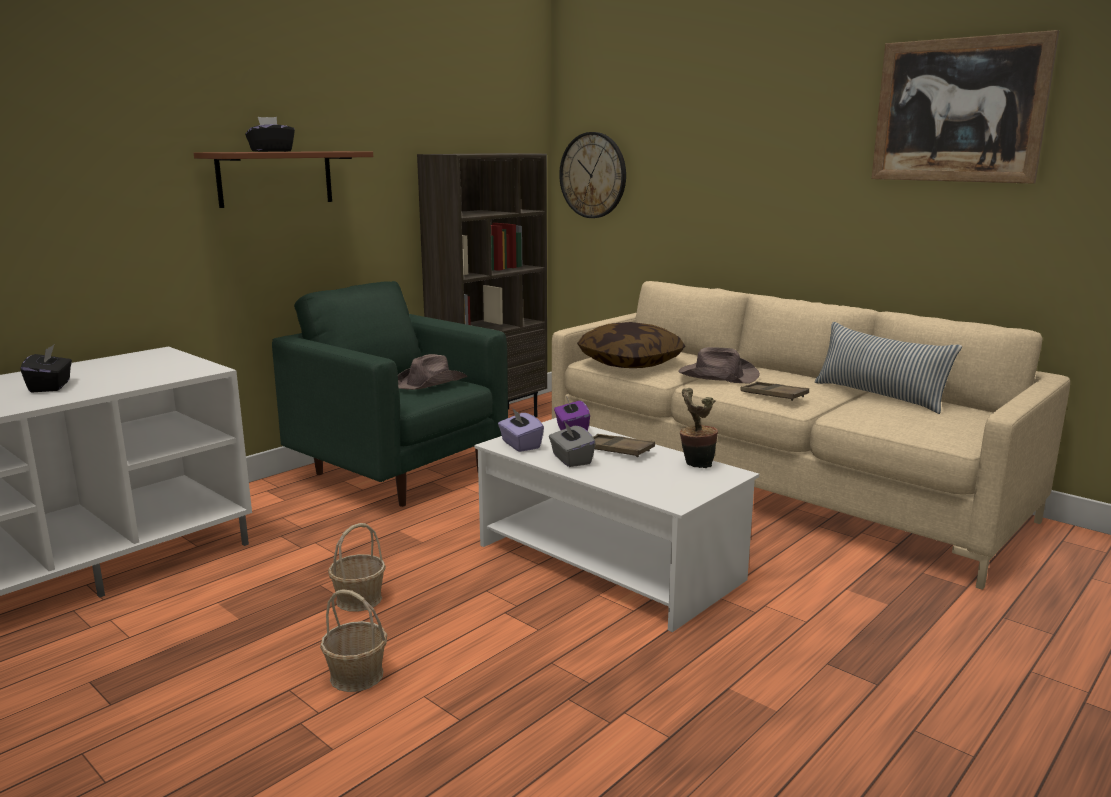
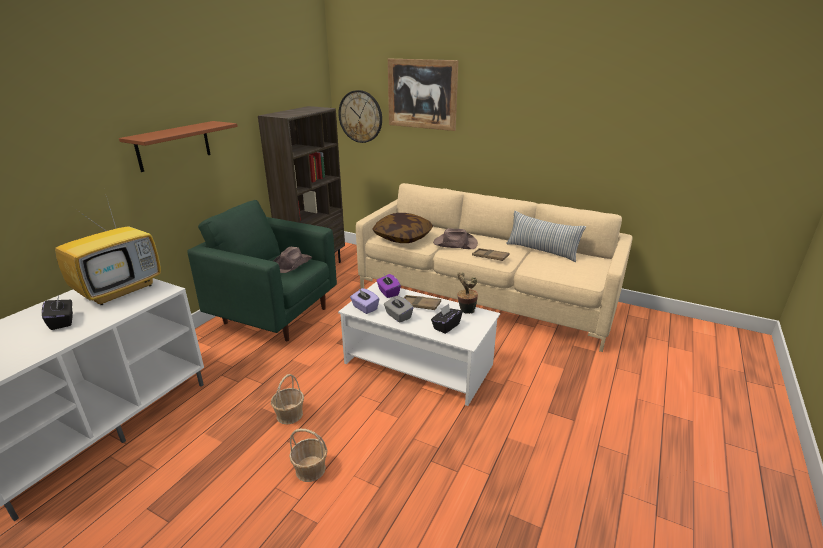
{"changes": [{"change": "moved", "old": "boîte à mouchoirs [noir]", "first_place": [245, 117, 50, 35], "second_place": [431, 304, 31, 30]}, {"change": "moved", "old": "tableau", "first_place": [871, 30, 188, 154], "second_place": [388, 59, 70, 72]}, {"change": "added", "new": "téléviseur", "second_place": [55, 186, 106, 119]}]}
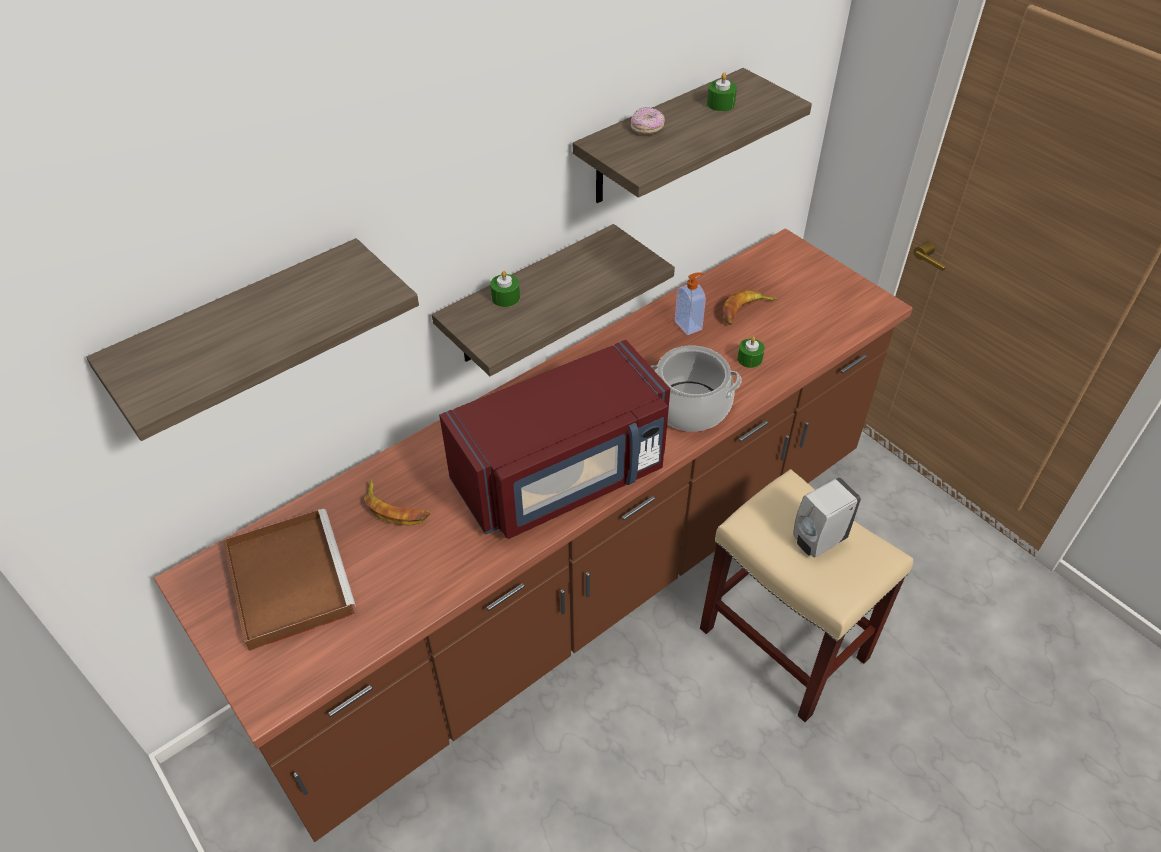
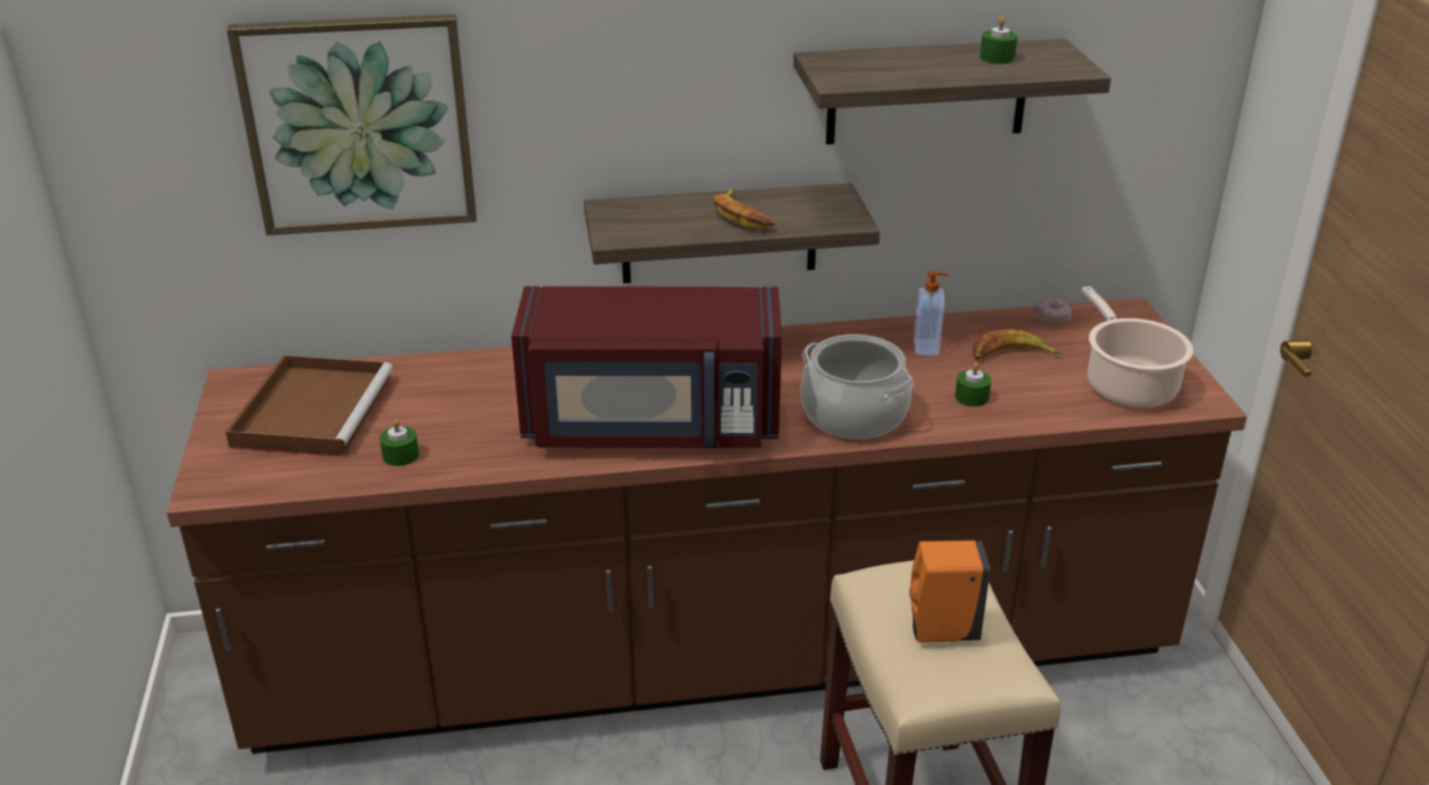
{"changes": [{"change": "replaced", "old": "étagère", "new": "tableau", "first_place": [86, 238, 333, 203], "second_place": [227, 14, 250, 222]}, {"change": "moved", "old": "banane", "first_place": [364, 479, 66, 47], "second_place": [714, 188, 60, 42]}, {"change": "moved", "old": "bougie [vert]", "first_place": [490, 270, 30, 37], "second_place": [379, 419, 40, 47]}, {"change": "moved", "old": "beignet", "first_place": [631, 107, 34, 27], "second_place": [1034, 297, 38, 27]}, {"change": "recoloured", "old": "distributeur de savon [blanc]", "new": "distributeur de savon [orange]", "first_place": [793, 478, 68, 80], "second_place": [909, 540, 81, 102]}, {"change": "added", "new": "marmite", "second_place": [1081, 286, 112, 122]}]}
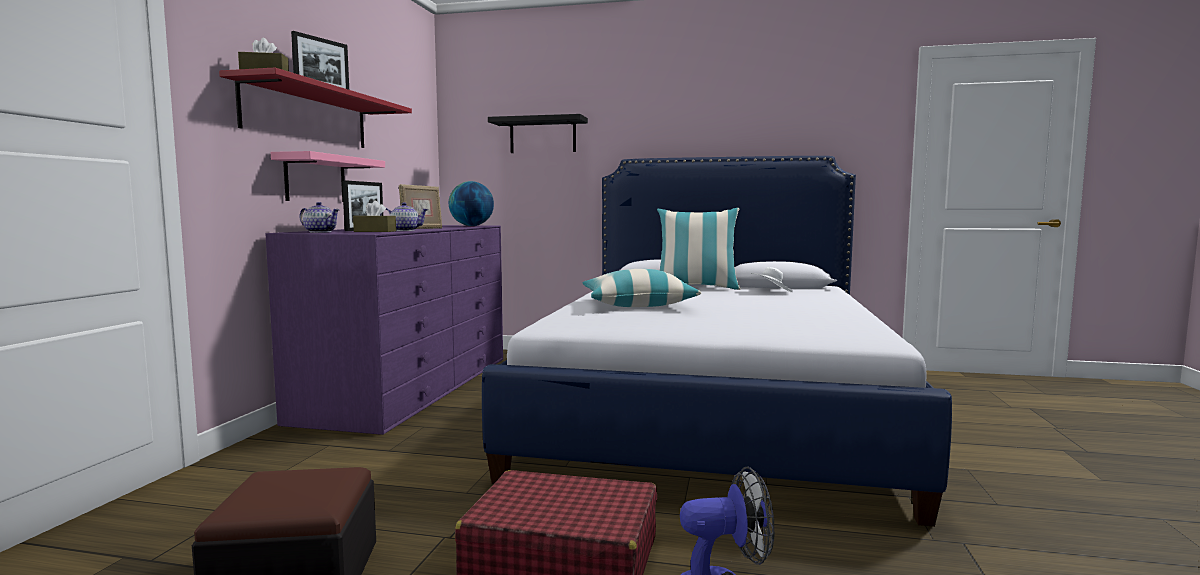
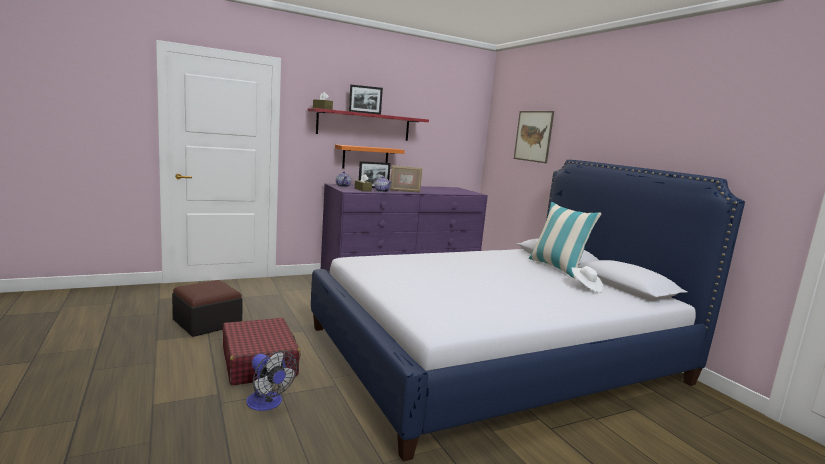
{"changes": [{"change": "recoloured", "old": "étagère [rose]", "new": "étagère [orange]", "first_place": [271, 151, 114, 51], "second_place": [335, 145, 70, 24]}, {"change": "removed", "old": "globe", "first_place": [449, 181, 45, 45]}, {"change": "replaced", "old": "étagère [noir]", "new": "tableau", "first_place": [488, 114, 100, 39], "second_place": [514, 111, 40, 52]}, {"change": "removed", "old": "coussin", "first_place": [582, 269, 119, 38]}]}
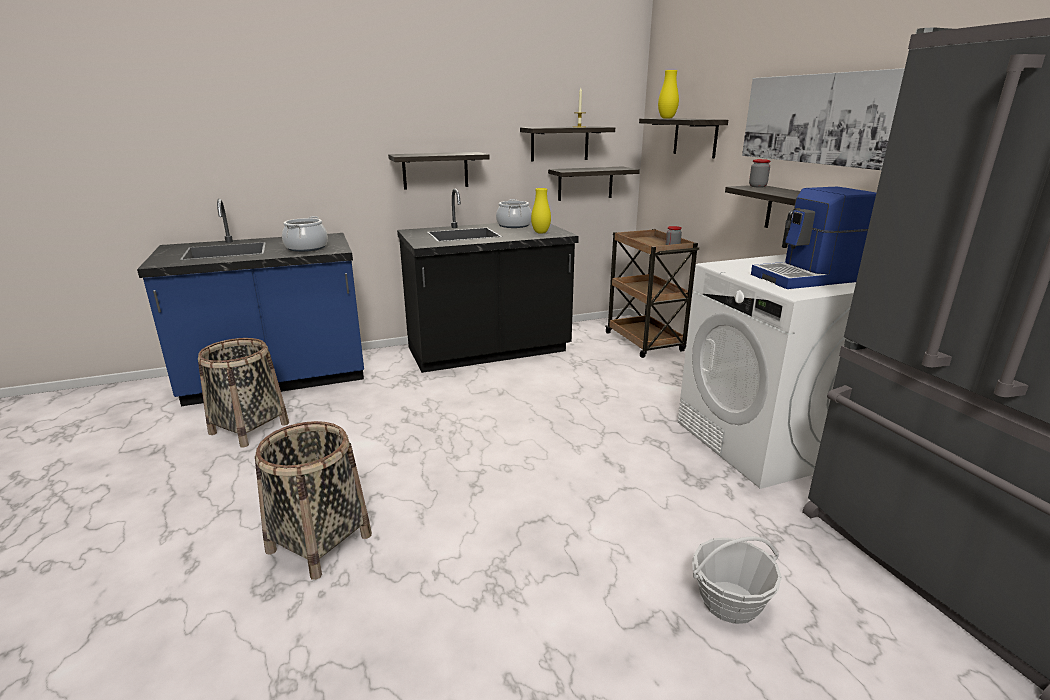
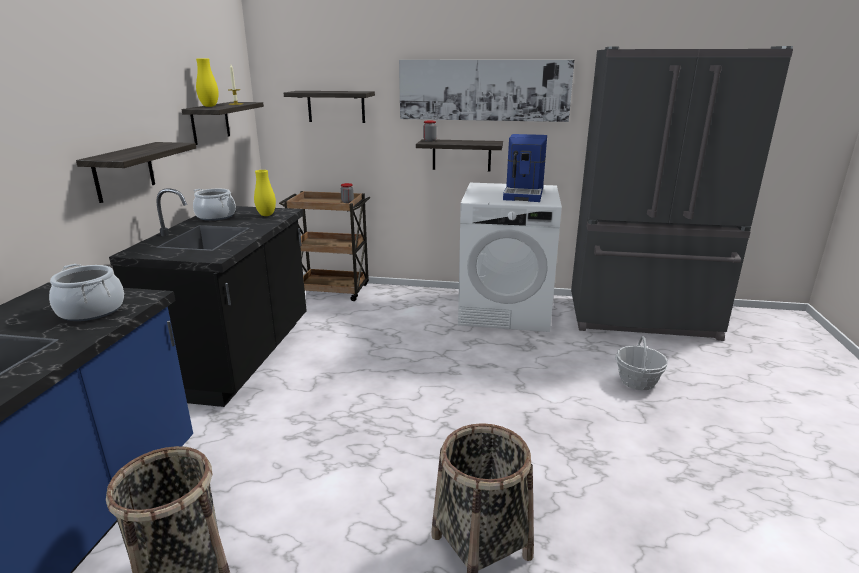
{"changes": [{"change": "removed", "old": "étagère", "first_place": [548, 166, 92, 35]}, {"change": "moved", "old": "vase [jaune]", "first_place": [658, 70, 21, 48], "second_place": [196, 59, 23, 48]}]}
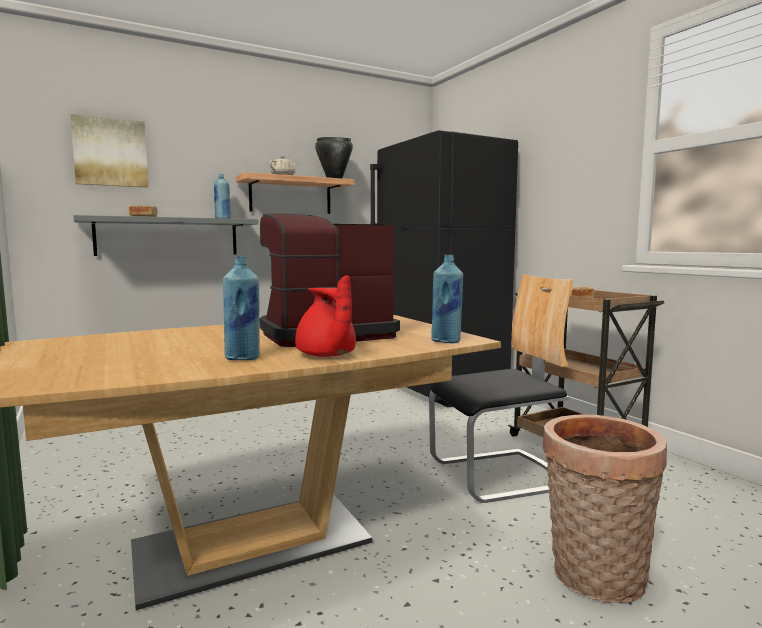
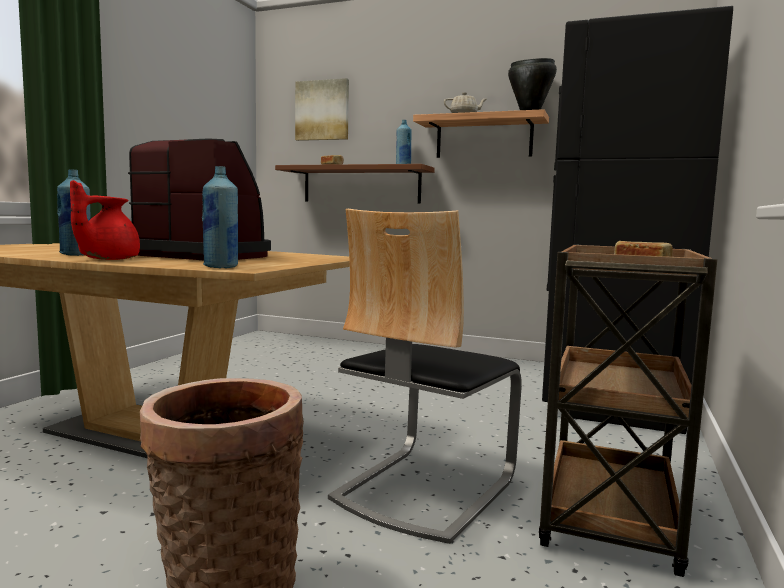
{"changes": [{"change": "recoloured", "old": "étagère [gris]", "new": "étagère [marron]", "first_place": [73, 215, 186, 41], "second_place": [275, 164, 160, 39]}, {"change": "turned", "old": "chaise", "first_place": [429, 274, 144, 229], "second_place": [328, 209, 194, 335], "degrees": 90}]}
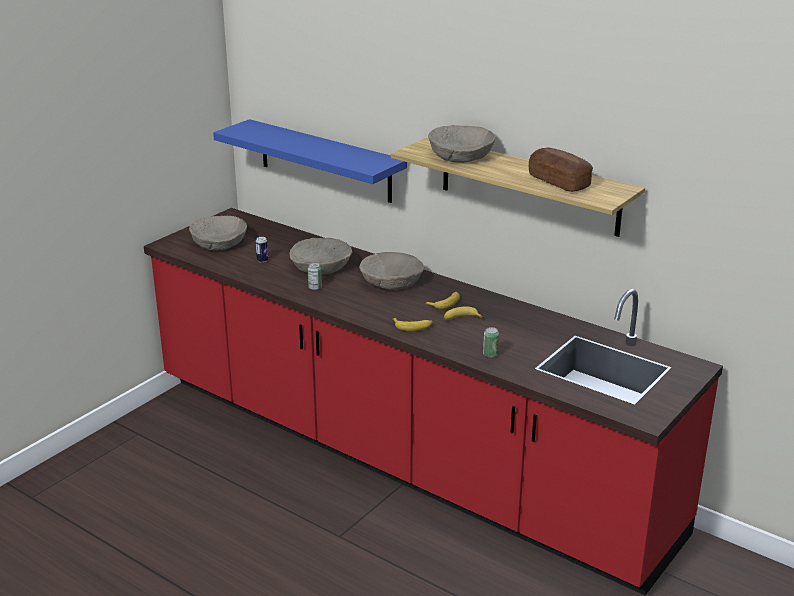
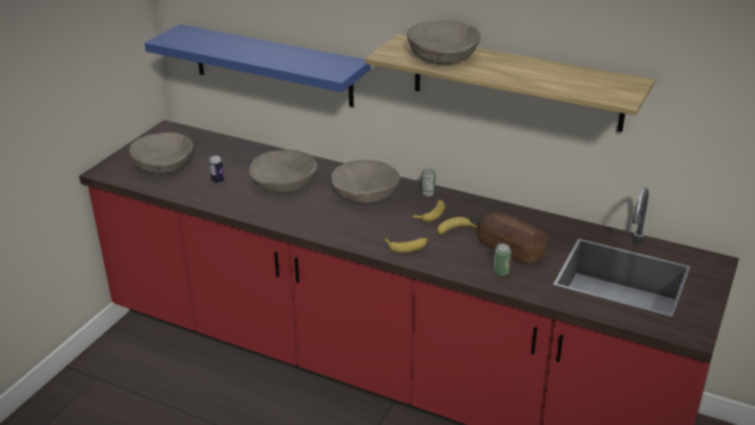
{"changes": [{"change": "moved", "old": "boîte métallique", "first_place": [308, 263, 14, 27], "second_place": [421, 168, 14, 29]}, {"change": "moved", "old": "pain", "first_place": [529, 148, 64, 44], "second_place": [478, 213, 69, 51]}]}
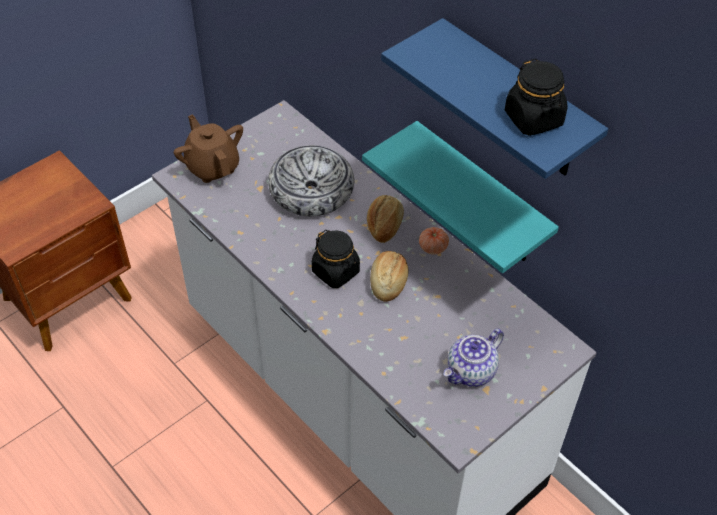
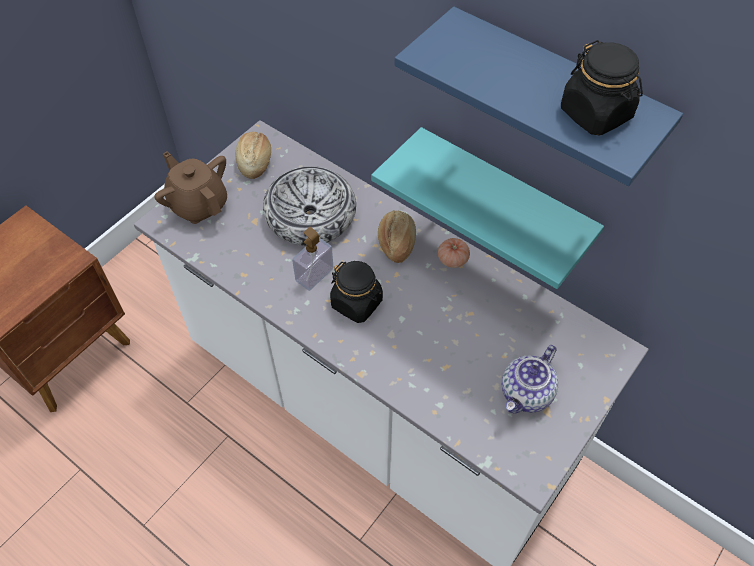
{"changes": [{"change": "moved", "old": "pain", "first_place": [370, 251, 38, 51], "second_place": [236, 132, 35, 47]}, {"change": "added", "new": "distributeur de savon", "second_place": [292, 227, 41, 64]}]}
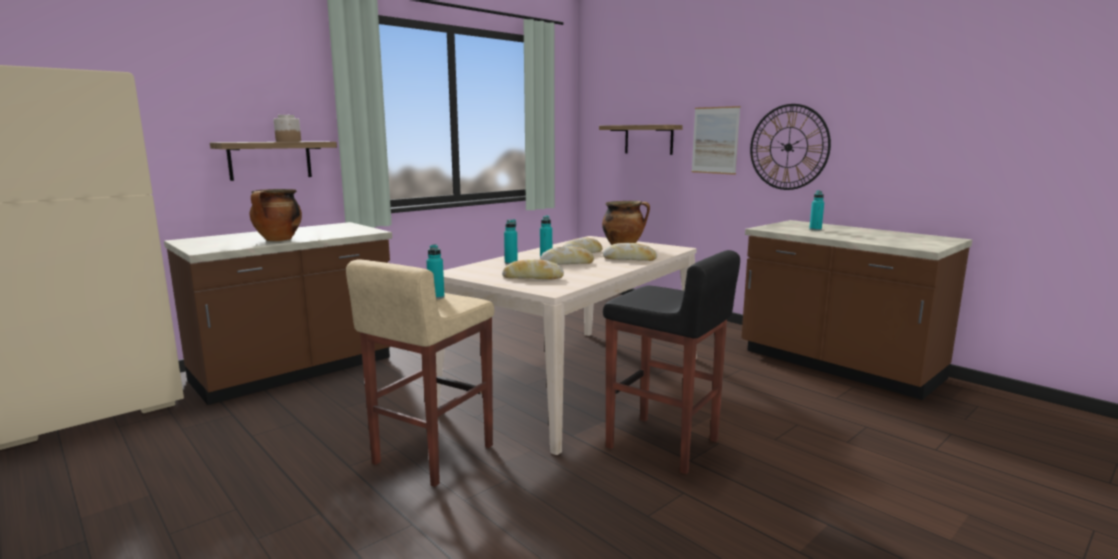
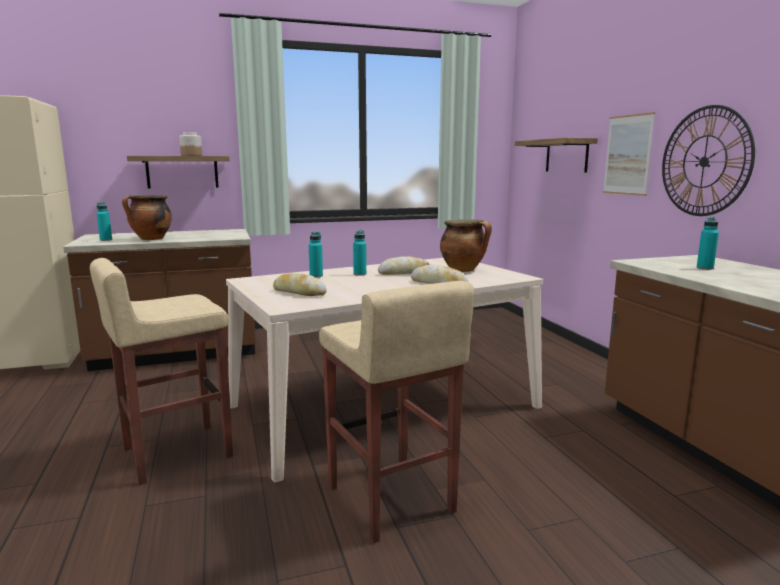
{"changes": [{"change": "moved", "old": "bouteille [turquoise]", "first_place": [427, 244, 18, 55], "second_place": [97, 202, 15, 39]}, {"change": "removed", "old": "pain", "first_place": [540, 246, 54, 19]}, {"change": "recoloured", "old": "tabouret [noir]", "new": "tabouret [beige]", "first_place": [603, 250, 137, 224], "second_place": [319, 281, 156, 262]}]}
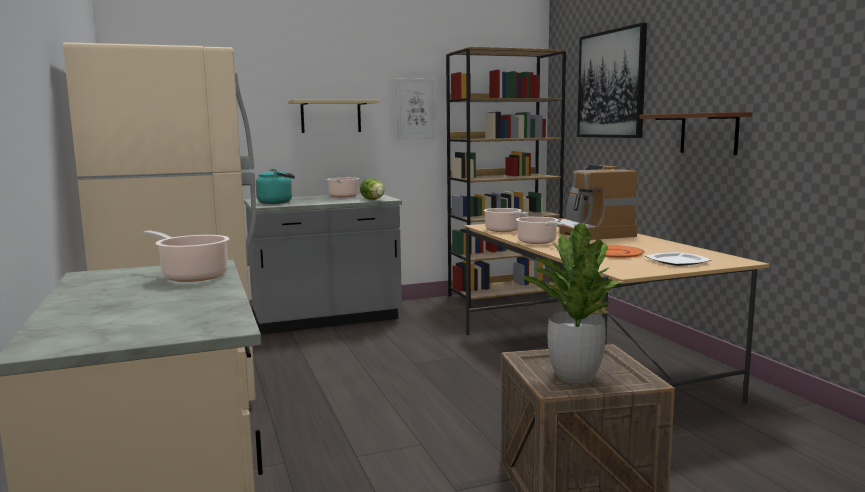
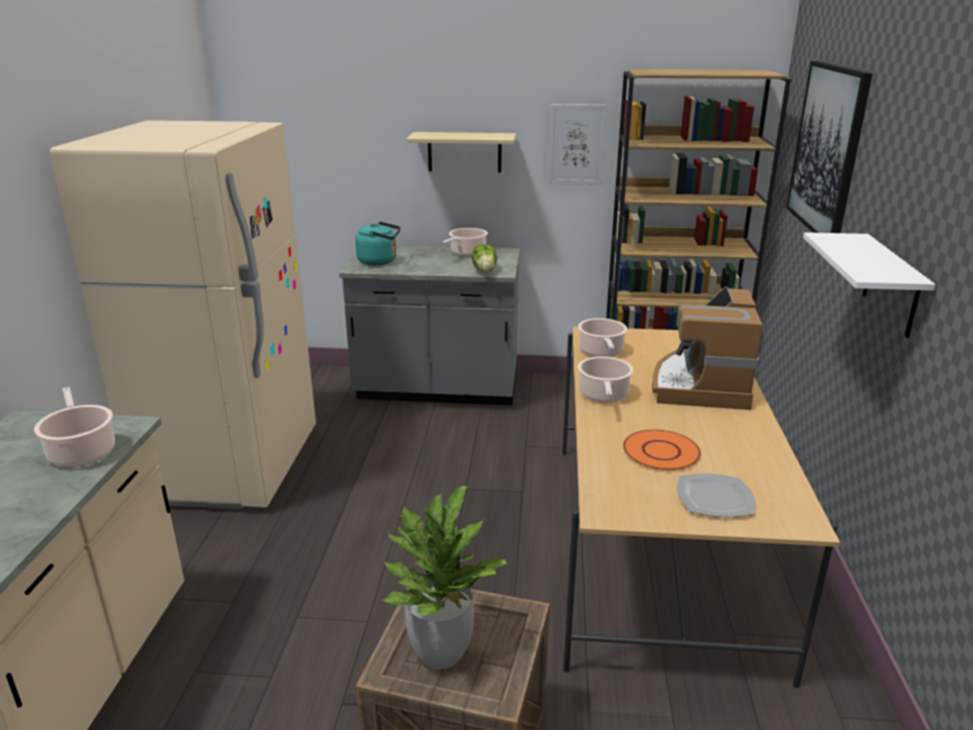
{"changes": [{"change": "recoloured", "old": "étagère [marron]", "new": "étagère [blanc]", "first_place": [639, 112, 113, 43], "second_place": [803, 232, 132, 106]}]}
